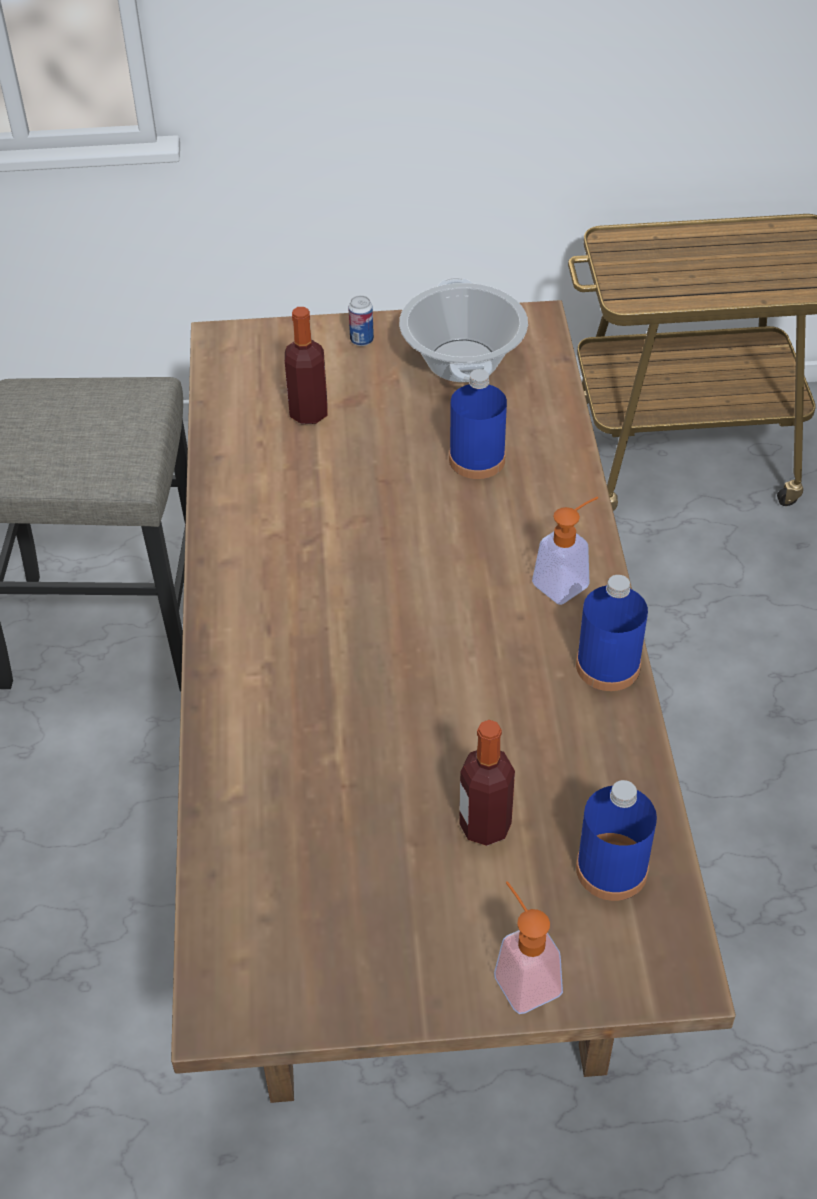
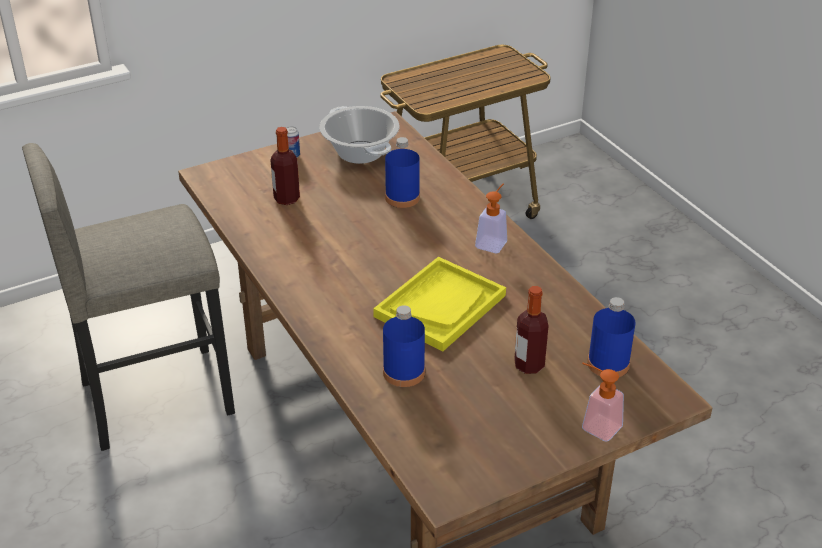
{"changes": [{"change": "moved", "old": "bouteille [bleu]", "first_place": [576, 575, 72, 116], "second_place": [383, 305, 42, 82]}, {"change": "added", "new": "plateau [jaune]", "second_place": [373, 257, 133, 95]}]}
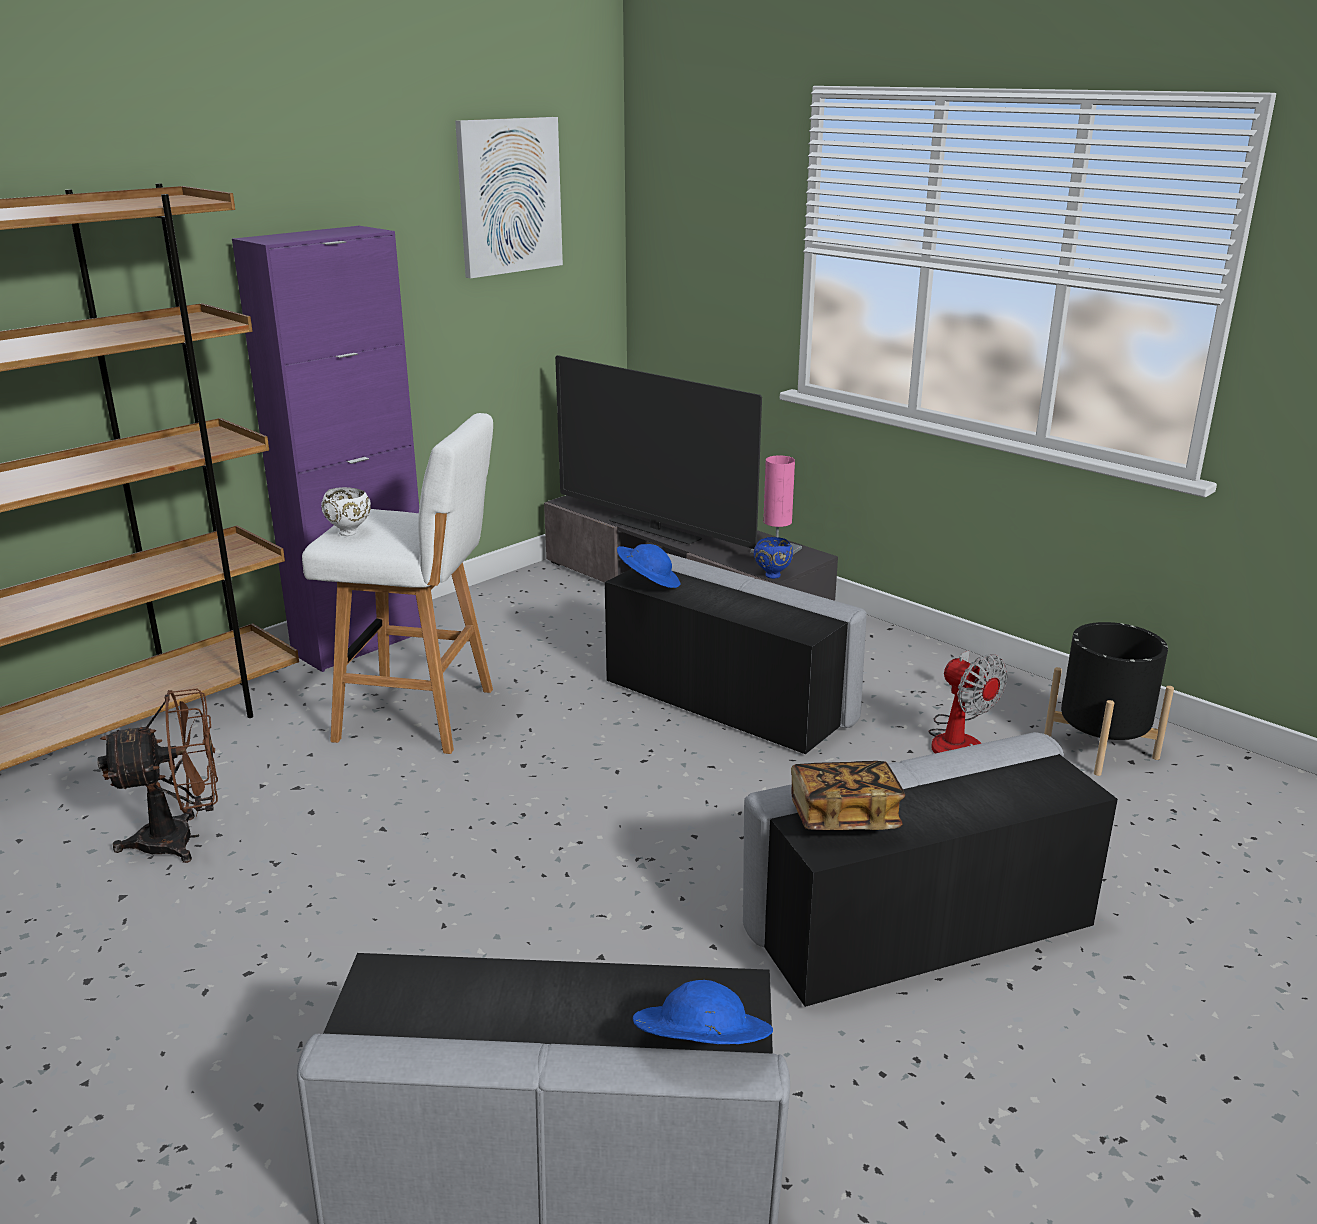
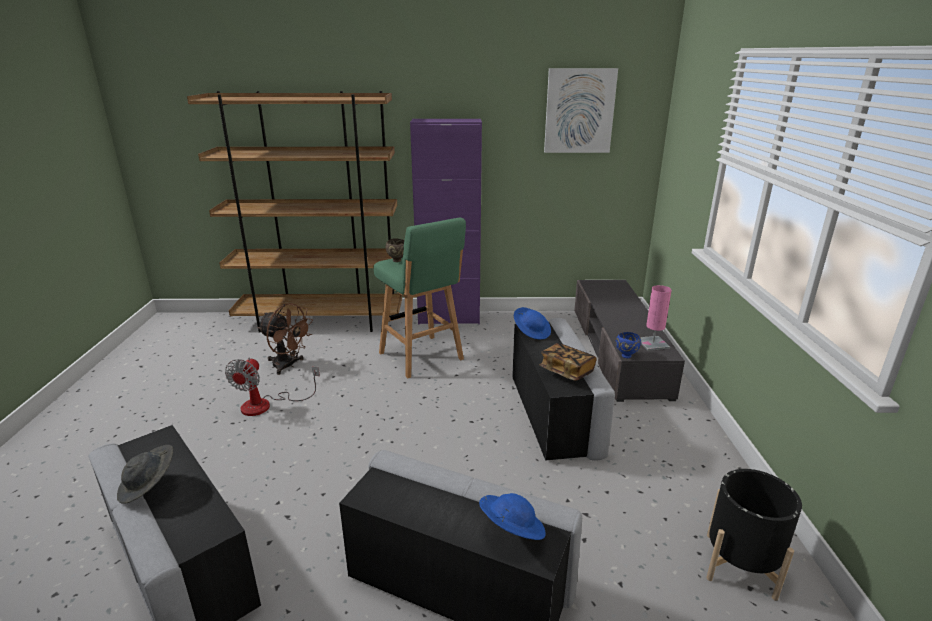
{"changes": [{"change": "recoloured", "old": "tabouret [blanc]", "new": "tabouret [vert]", "first_place": [302, 413, 191, 341], "second_place": [373, 218, 93, 161]}, {"change": "recoloured", "old": "bol [blanc]", "new": "bol [marron]", "first_place": [321, 487, 50, 49], "second_place": [385, 239, 19, 23]}, {"change": "removed", "old": "téléviseur", "first_place": [555, 355, 207, 194]}, {"change": "moved", "old": "chapeau [bleu]", "first_place": [633, 980, 140, 64], "second_place": [479, 493, 66, 47]}, {"change": "moved", "old": "livre", "first_place": [791, 761, 114, 69], "second_place": [539, 343, 57, 38]}, {"change": "moved", "old": "ventilateur", "first_place": [928, 650, 80, 103], "second_place": [225, 357, 95, 59]}, {"change": "added", "new": "chapeau [gris]", "second_place": [117, 445, 56, 59]}]}
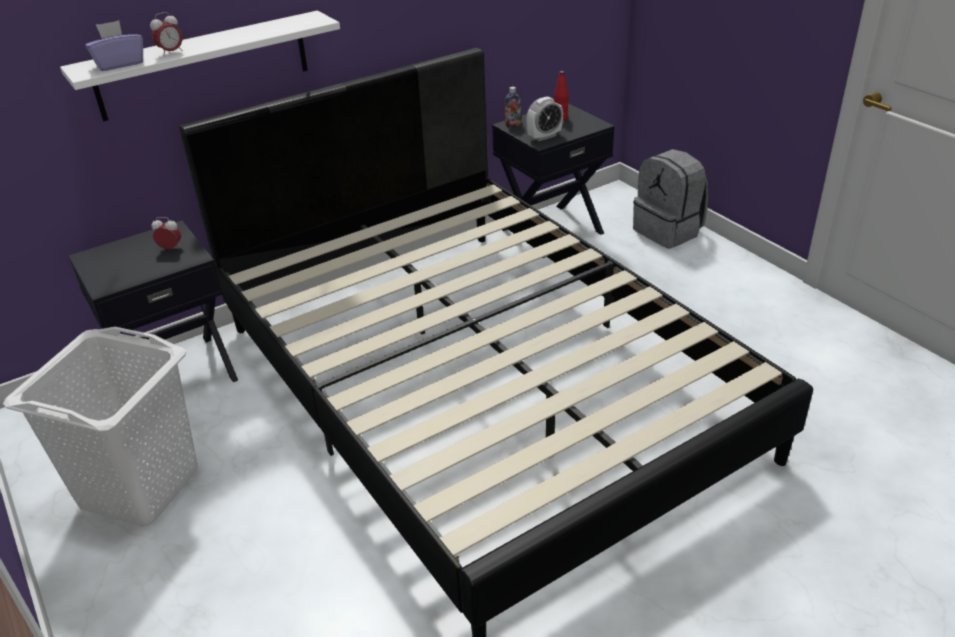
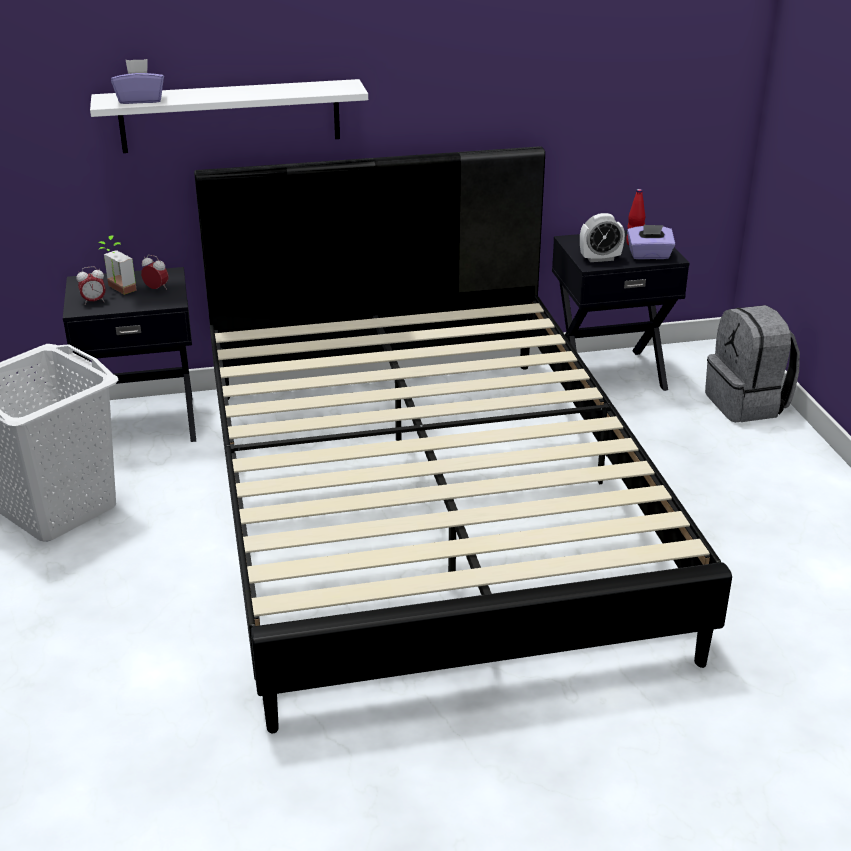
{"changes": [{"change": "moved", "old": "réveil", "first_place": [150, 12, 32, 44], "second_place": [77, 266, 29, 39]}, {"change": "removed", "old": "bouteille", "first_place": [505, 87, 16, 40]}, {"change": "added", "new": "plante en pot", "second_place": [98, 235, 39, 60]}, {"change": "added", "new": "boîte à mouchoirs [violet]", "second_place": [627, 225, 48, 34]}]}
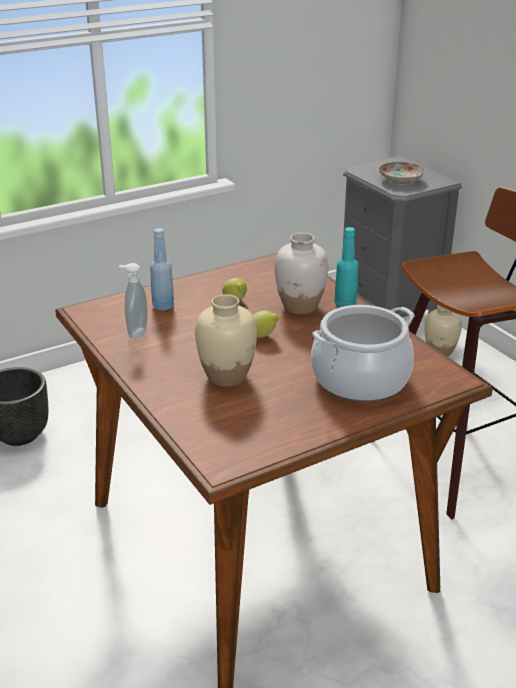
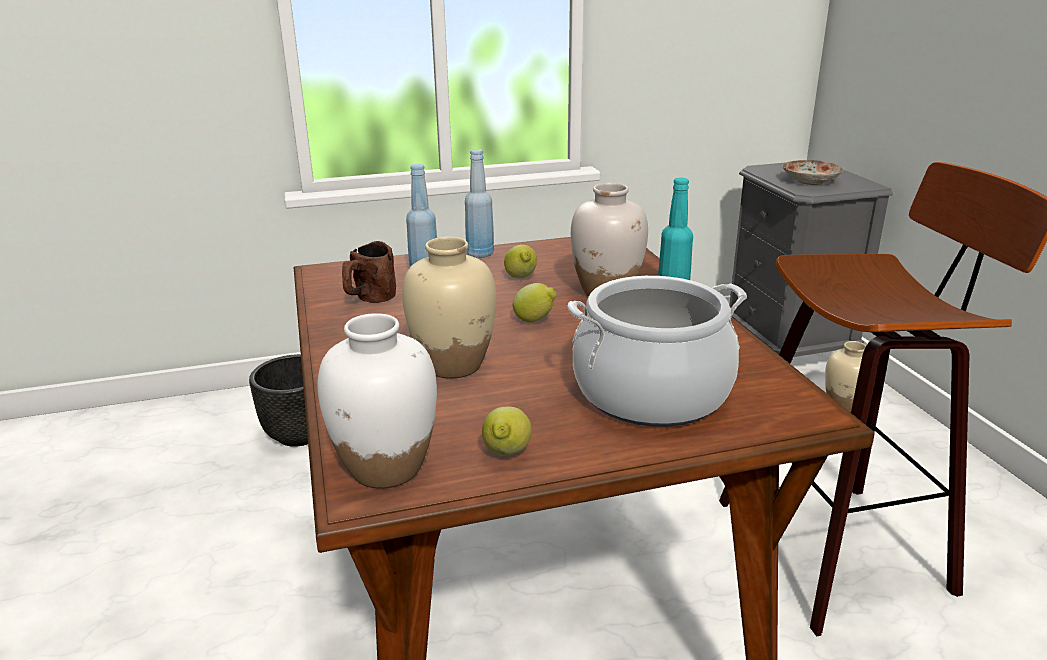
{"changes": [{"change": "replaced", "old": "distributeur de savon", "new": "mug [marron]", "first_place": [119, 263, 28, 76], "second_place": [342, 241, 54, 62]}, {"change": "added", "new": "vase [blanc]", "second_place": [317, 313, 120, 176]}, {"change": "added", "new": "bouteille [bleu]", "second_place": [465, 149, 29, 109]}, {"change": "added", "new": "citron", "second_place": [482, 407, 50, 49]}]}
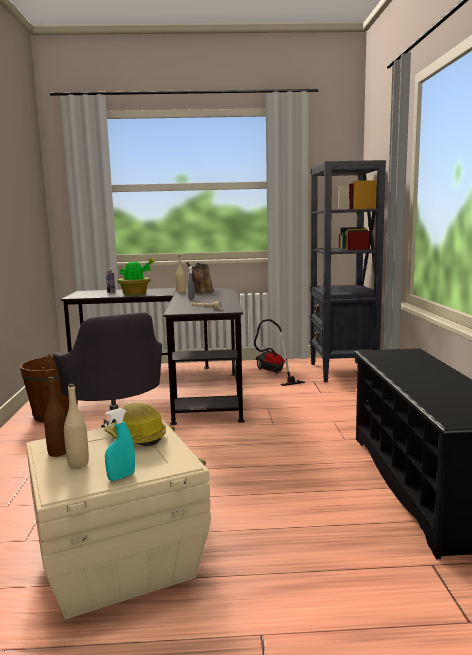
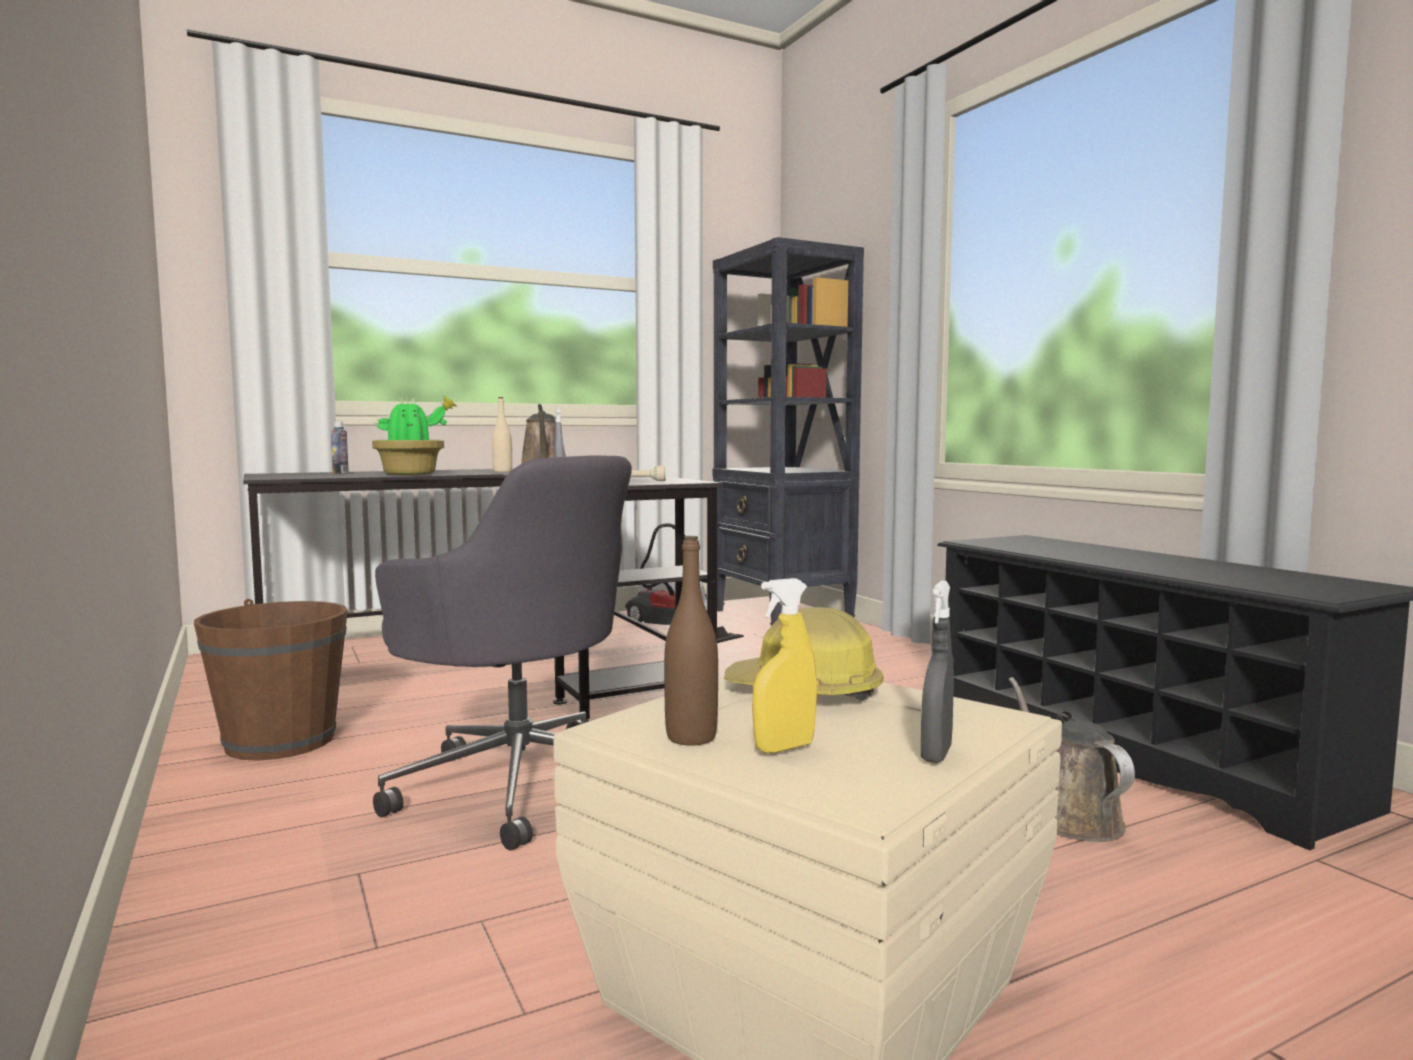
{"changes": [{"change": "replaced", "old": "bouteille [beige]", "new": "vaporisateur [jaune]", "first_place": [64, 384, 25, 84], "second_place": [752, 578, 65, 175]}, {"change": "recoloured", "old": "vaporisateur [turquoise]", "new": "vaporisateur [gris]", "first_place": [105, 408, 30, 73], "second_place": [921, 581, 33, 182]}, {"change": "added", "new": "arrosoir [marron]", "second_place": [1008, 677, 127, 165]}]}
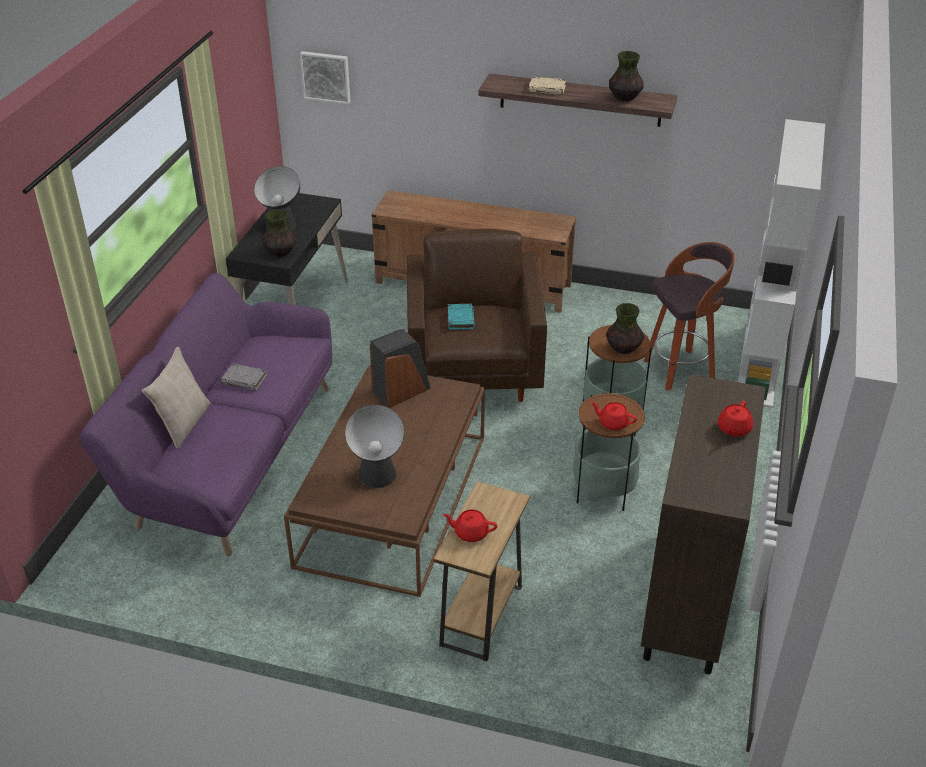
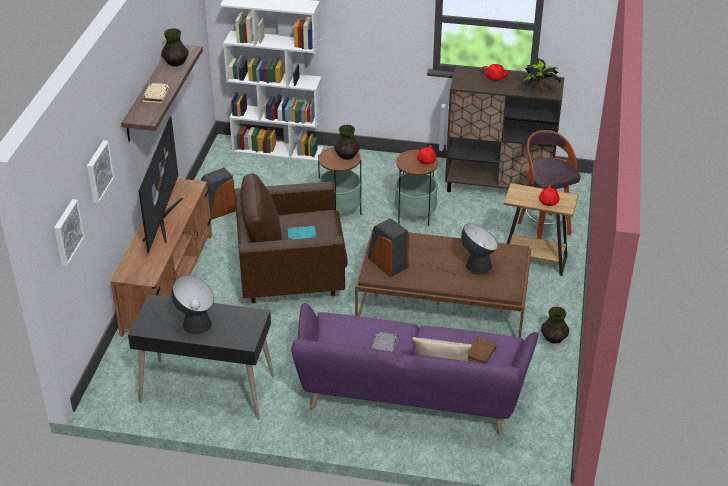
{"changes": [{"change": "moved", "old": "vase", "first_place": [262, 209, 34, 48], "second_place": [541, 306, 28, 38]}, {"change": "moved", "old": "tabouret", "first_place": [643, 242, 92, 149], "second_place": [518, 130, 62, 109]}, {"change": "added", "new": "tableau", "second_place": [87, 140, 27, 64]}, {"change": "added", "new": "téléviseur", "second_place": [139, 116, 44, 137]}, {"change": "added", "new": "enceinte", "second_place": [201, 168, 35, 52]}, {"change": "added", "new": "livre [marron]", "second_place": [468, 336, 29, 28]}, {"change": "added", "new": "plante en pot", "second_place": [522, 58, 39, 36]}]}
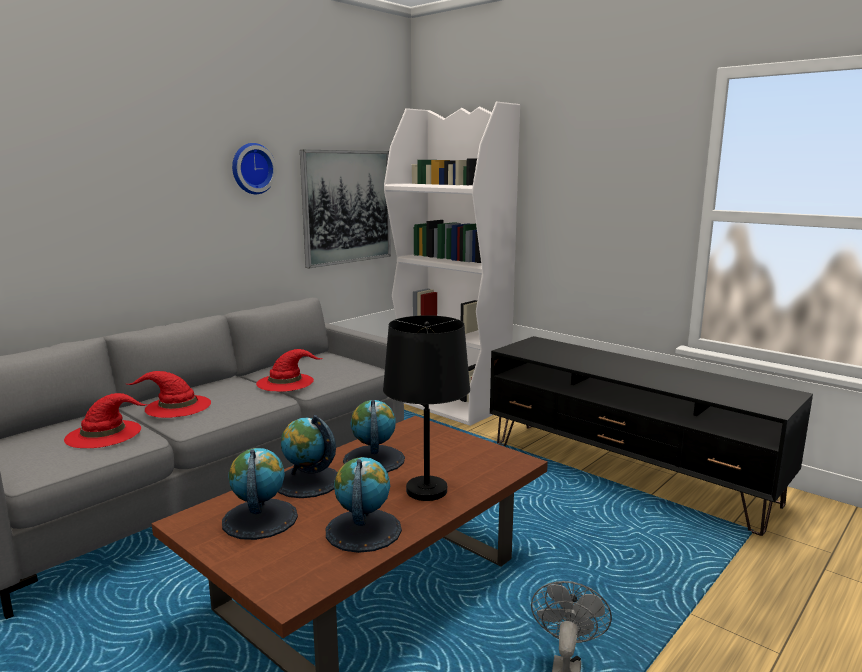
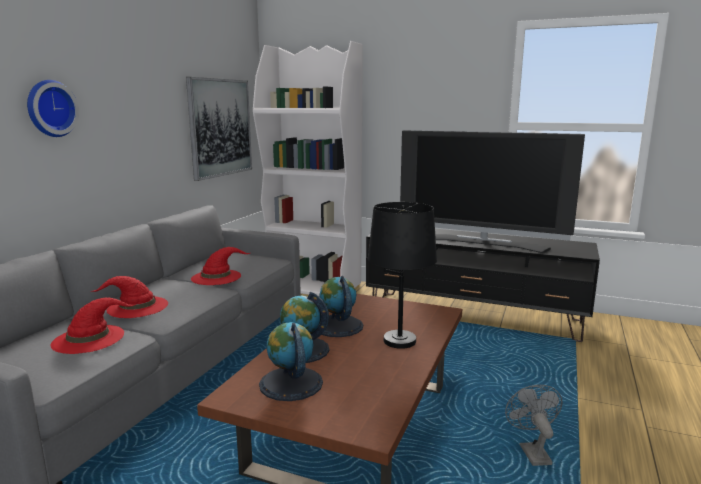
{"changes": [{"change": "moved", "old": "horloge murale", "first_place": [232, 143, 45, 51], "second_place": [27, 80, 52, 57]}, {"change": "removed", "old": "globe", "first_place": [326, 457, 76, 96]}, {"change": "added", "new": "téléviseur", "second_place": [400, 130, 185, 123]}]}
